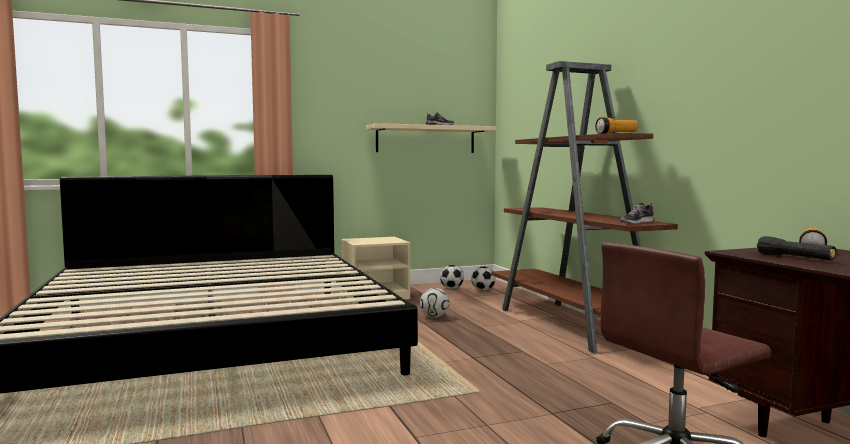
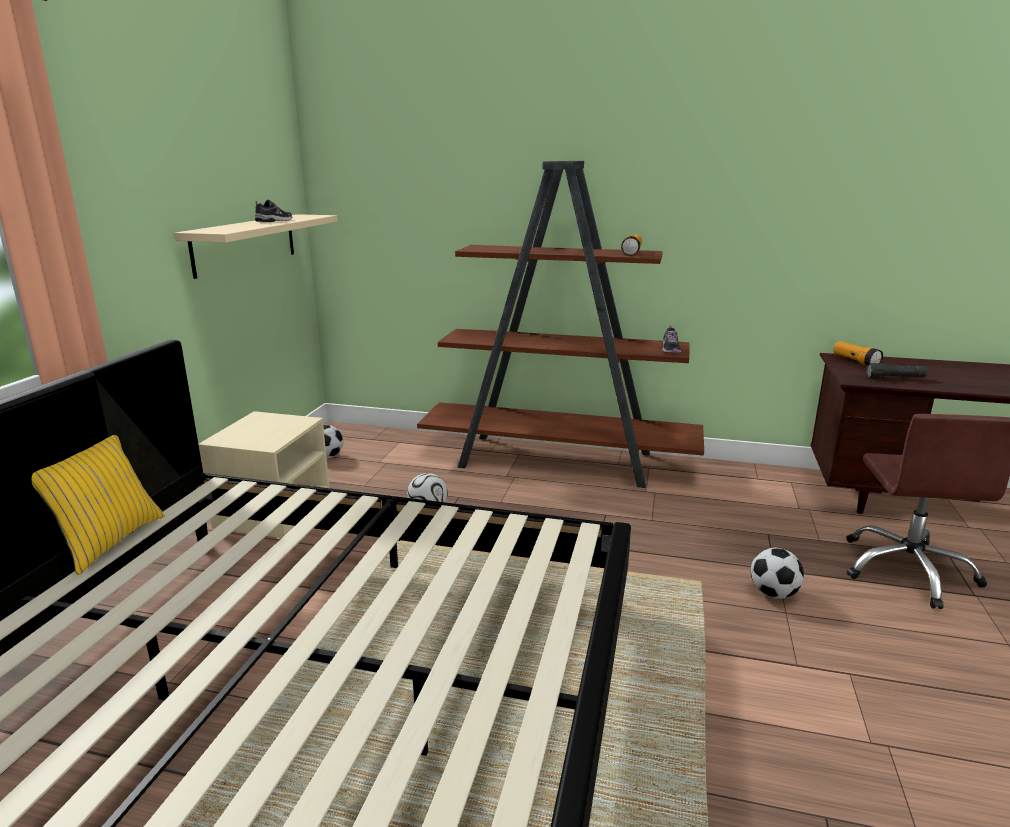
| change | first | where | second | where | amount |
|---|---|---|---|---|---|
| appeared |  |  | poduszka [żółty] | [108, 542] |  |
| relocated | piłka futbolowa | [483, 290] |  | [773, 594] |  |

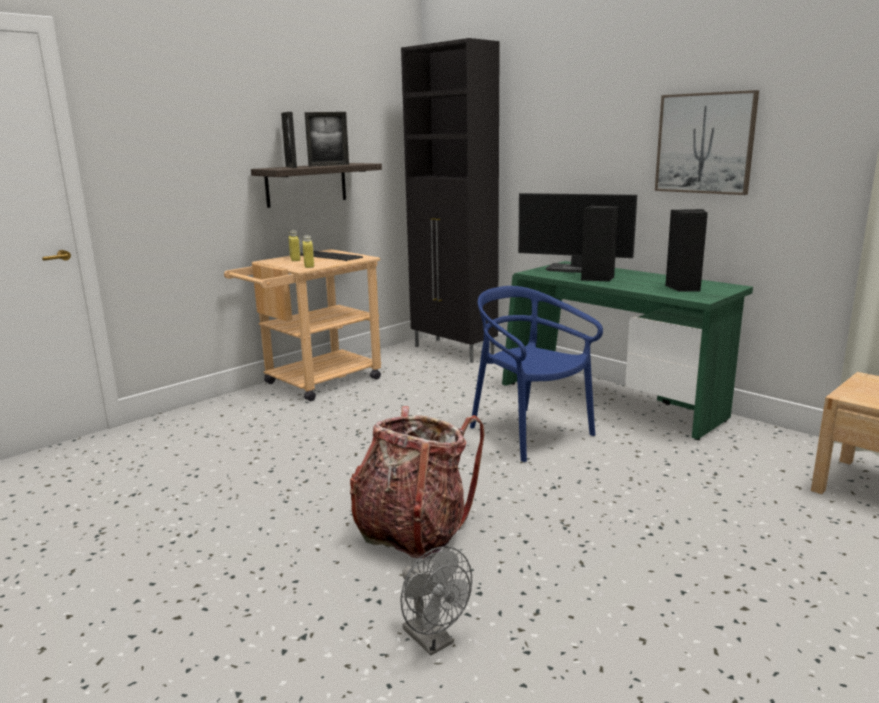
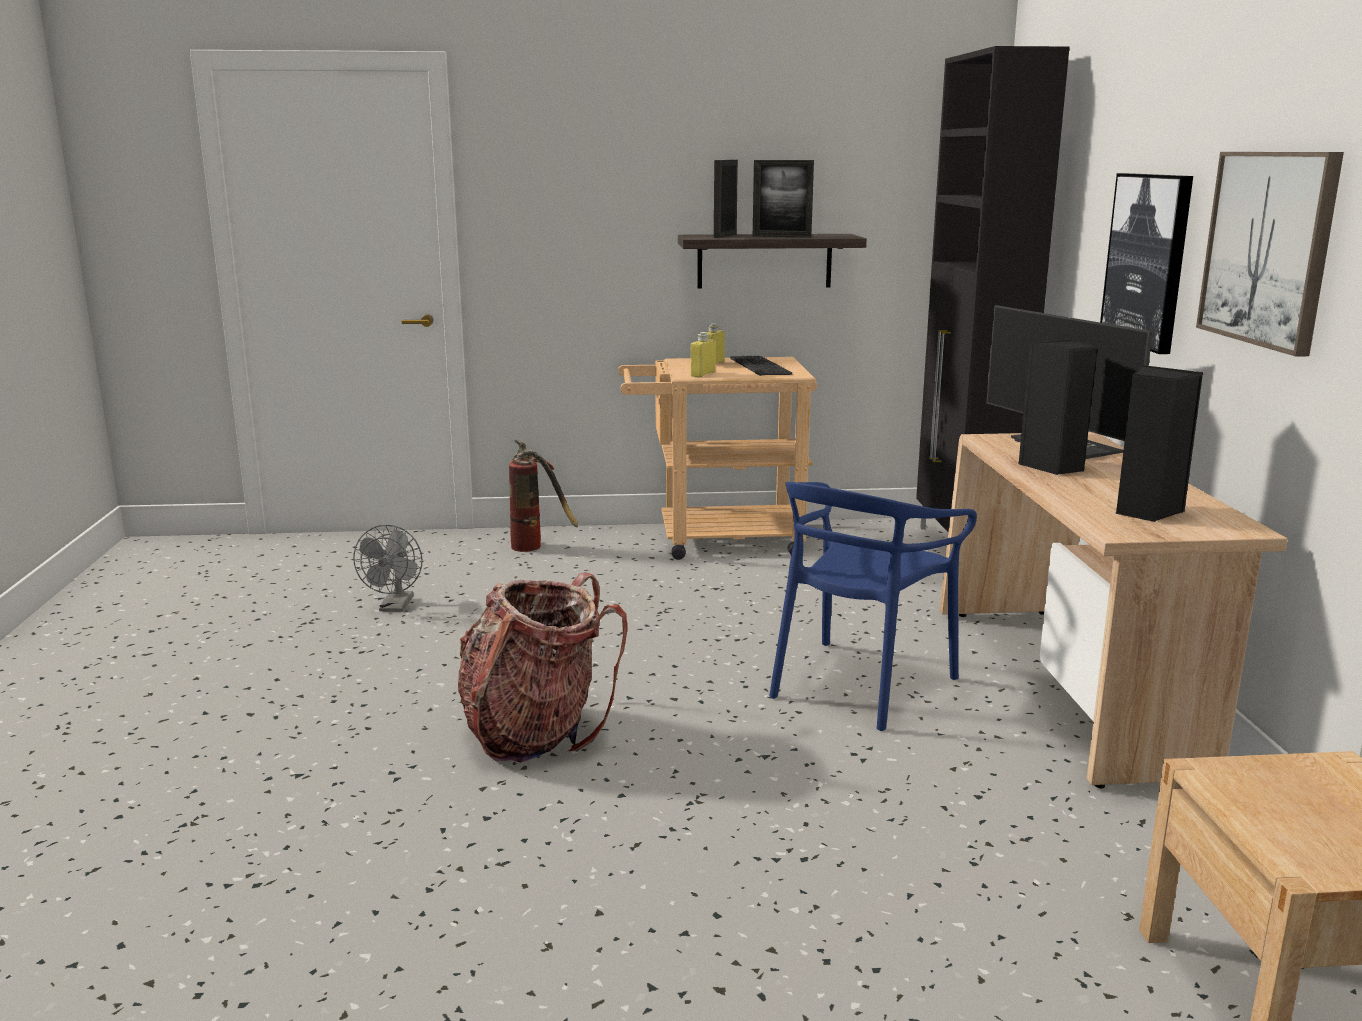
| change | first | where | second | where | amount |
|---|---|---|---|---|---|
| relocated | wentylator [szary] | [433, 641] |  | [395, 607] |  |
| appeared |  |  | gaśnica | [538, 547] |  |
| spun | krzesło [niebieski] | [529, 433] |  | [859, 684] | 150 degrees counterclockwise |
| colour | biurko [zielony] | [612, 401] | biurko [beżowy] | [1068, 687] |  |
| appeared |  |  | obraz | [1148, 260] |  |

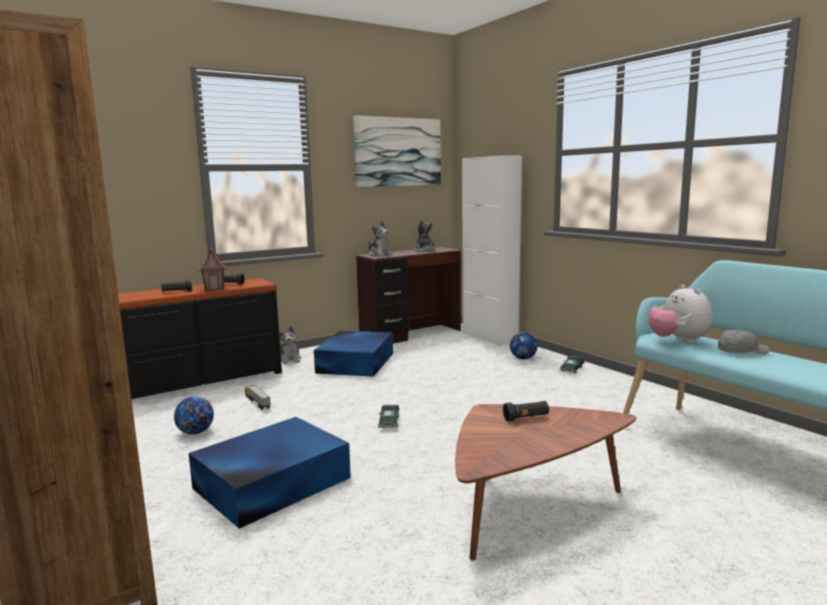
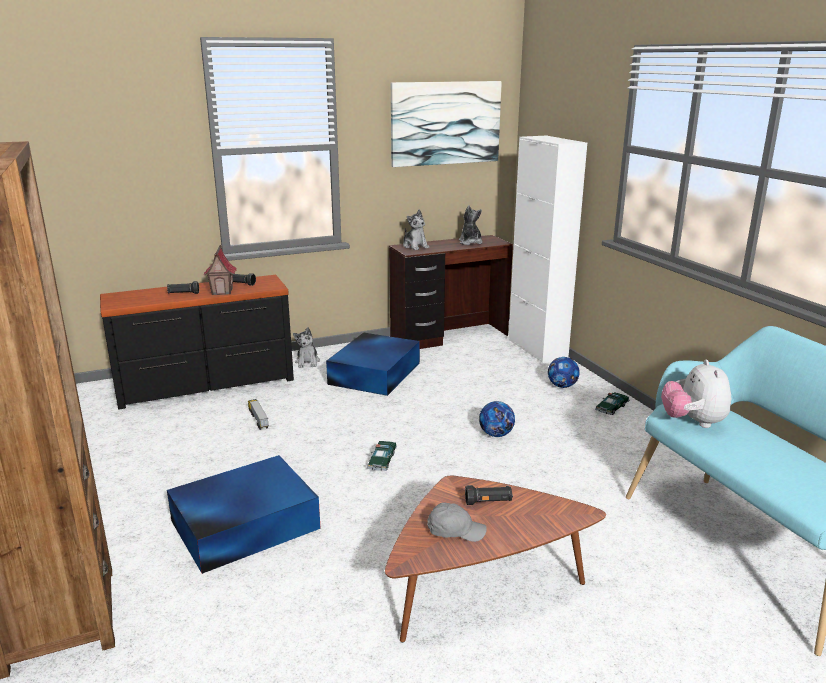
| change | first | where | second | where | amount |
|---|---|---|---|---|---|
| relocated | czapka z daszkiem [szary] | [741, 352] |  | [455, 531] |  |
| relocated | piłka futbolowa | [195, 432] |  | [496, 434] |  |

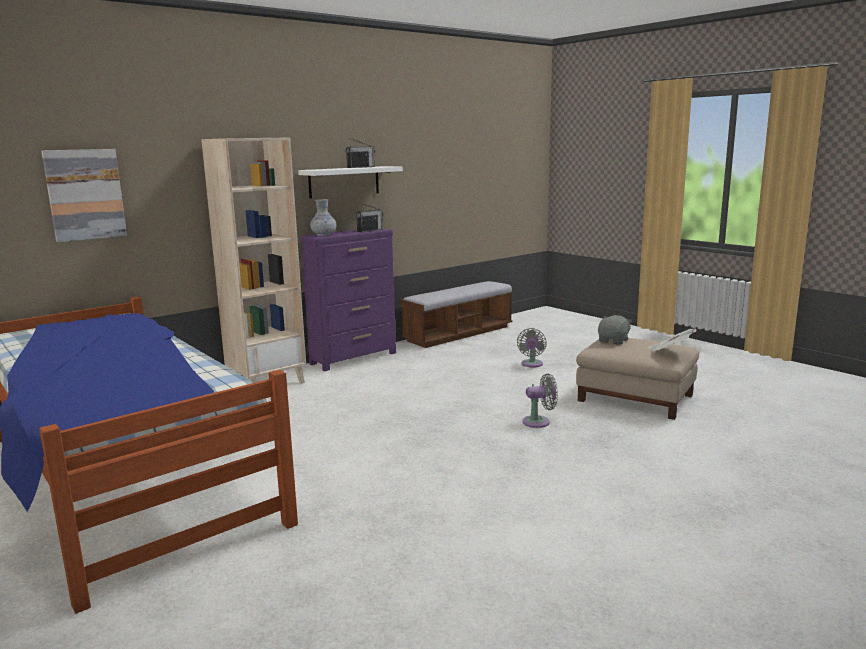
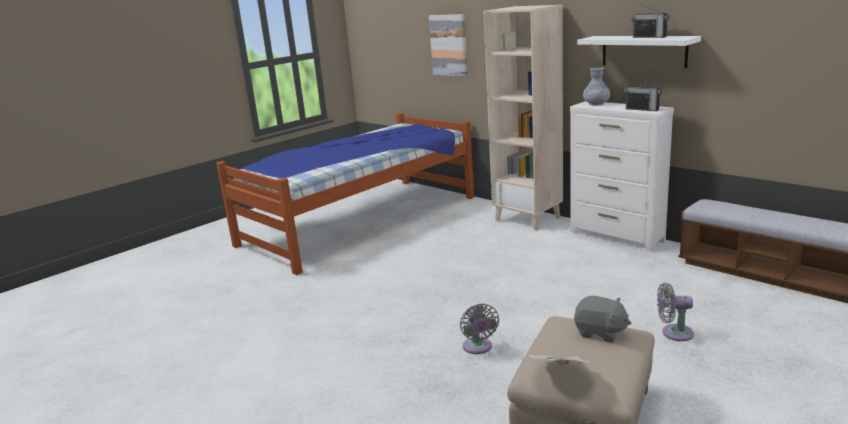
| change | first | where | second | where | amount |
|---|---|---|---|---|---|
| colour | komoda [fioletowy] | [354, 358] | komoda [biały] | [617, 236] |  |

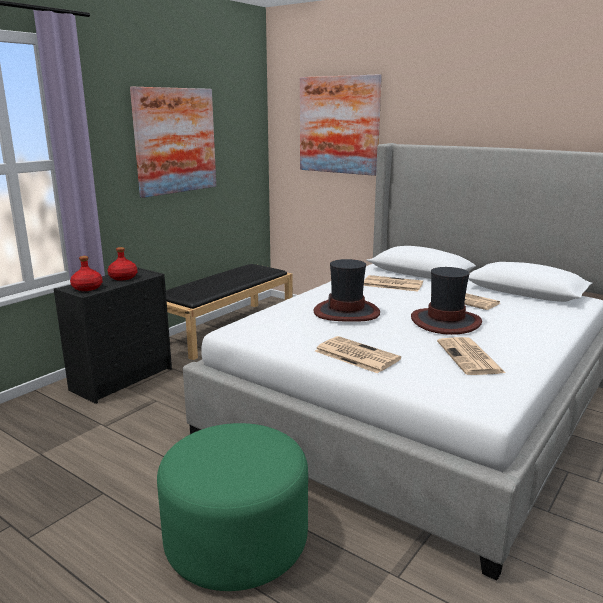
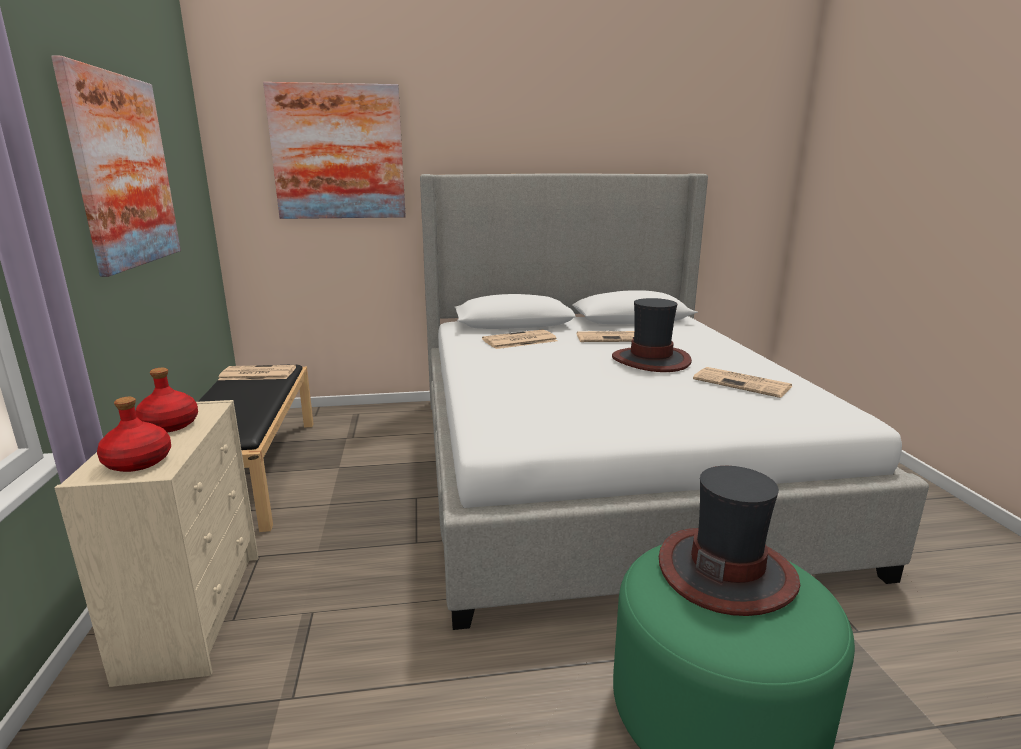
| change | first | where | second | where | amount |
|---|---|---|---|---|---|
| colour | komoda [czarny] | [123, 379] | komoda [beżowy] | [195, 611] |  |
| relocated | gazeta | [355, 355] |  | [256, 374] |  |
| relocated | kapelusz | [347, 312] |  | [726, 571] |  |

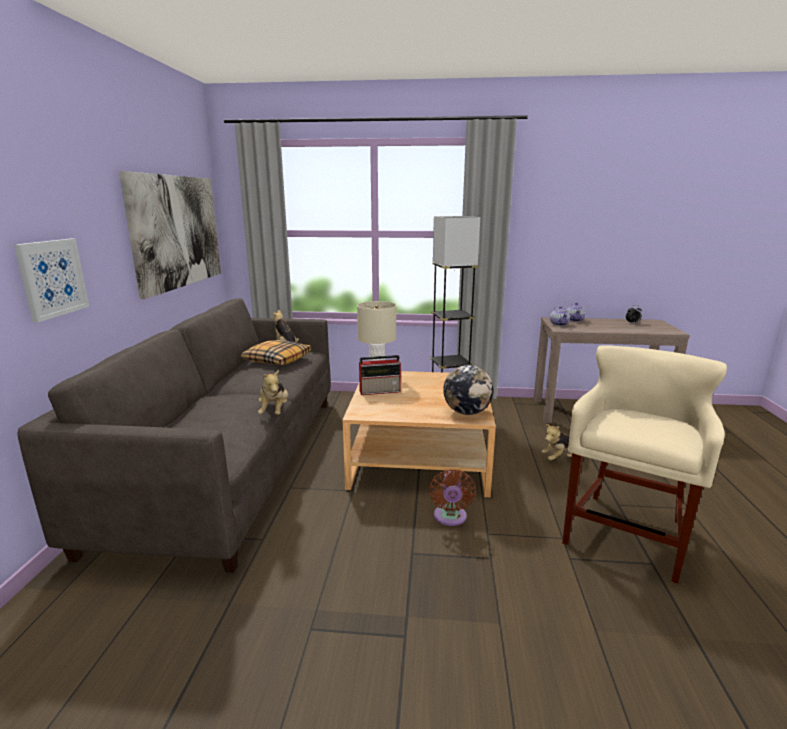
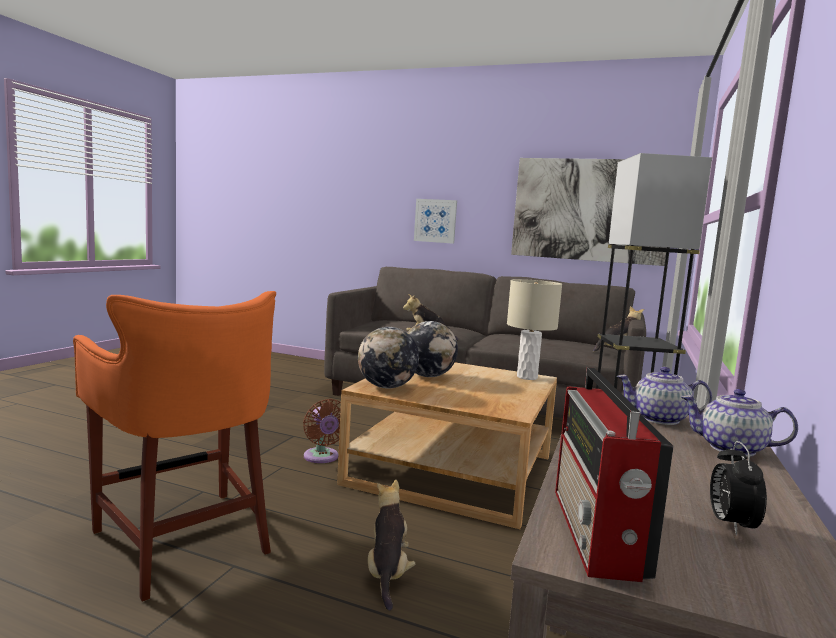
| change | first | where | second | where | amount |
|---|---|---|---|---|---|
| colour | stołek [beżowy] | [625, 535] | stołek [pomarańczowy] | [184, 539] |  |
| spun | wentylator [brązowy] | [450, 518] |  | [322, 458] | 135 degrees counterclockwise |
| appeared |  |  | globus | [428, 376] |  |
| relocated | radio | [380, 391] |  | [596, 533] |  |
| missing | poduszka | [277, 360] |  |  |  |

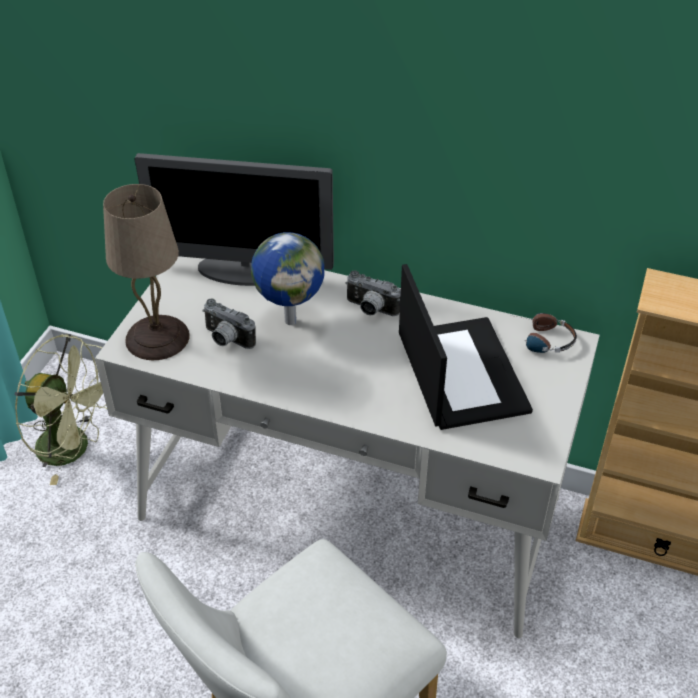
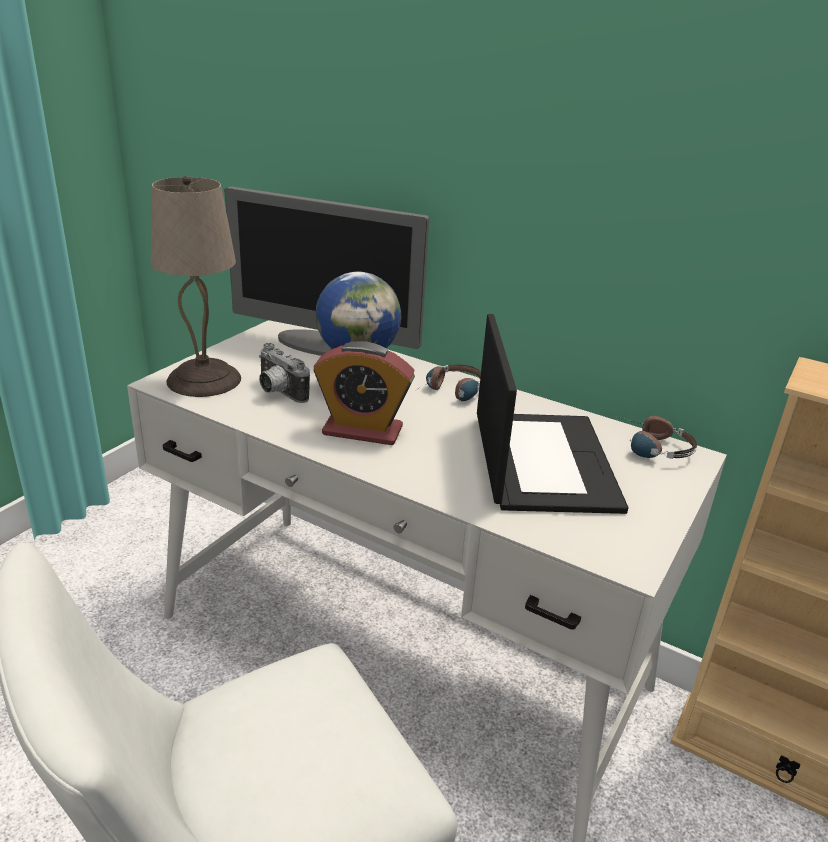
| change | first | where | second | where | amount |
|---|---|---|---|---|---|
| appeared |  |  | budzik | [362, 430] |  |
| exchanged | aparat fotograficzny | [370, 309] | słuchawki | [451, 393] |  |
| missing | wentylator [zielony] | [74, 448] |  |  |  |

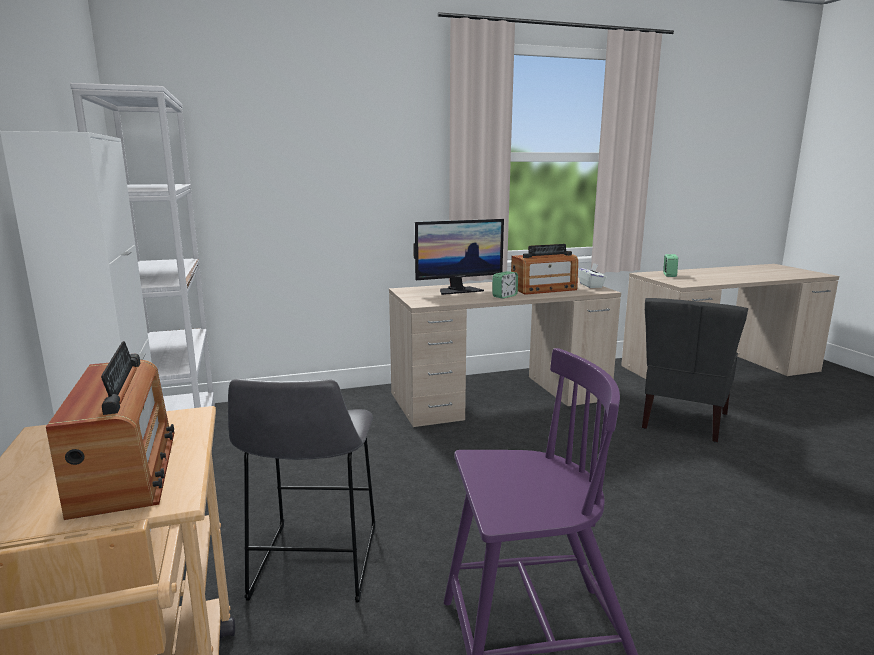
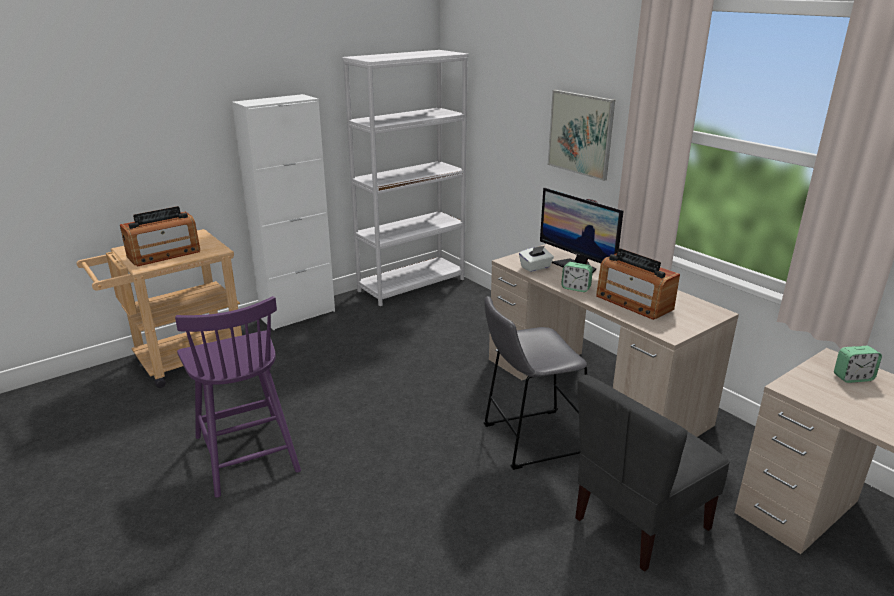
| change | first | where | second | where | amount |
|---|---|---|---|---|---|
| relocated | stołek [szary] | [313, 566] |  | [529, 439] |  |
| relocated | pudełko chusteczek [biały] | [591, 285] |  | [535, 267] |  |
| appeared |  |  | obraz | [580, 134] |  |
| spun | krzesło [szary] | [682, 421] |  | [639, 523] | 45 degrees counterclockwise |

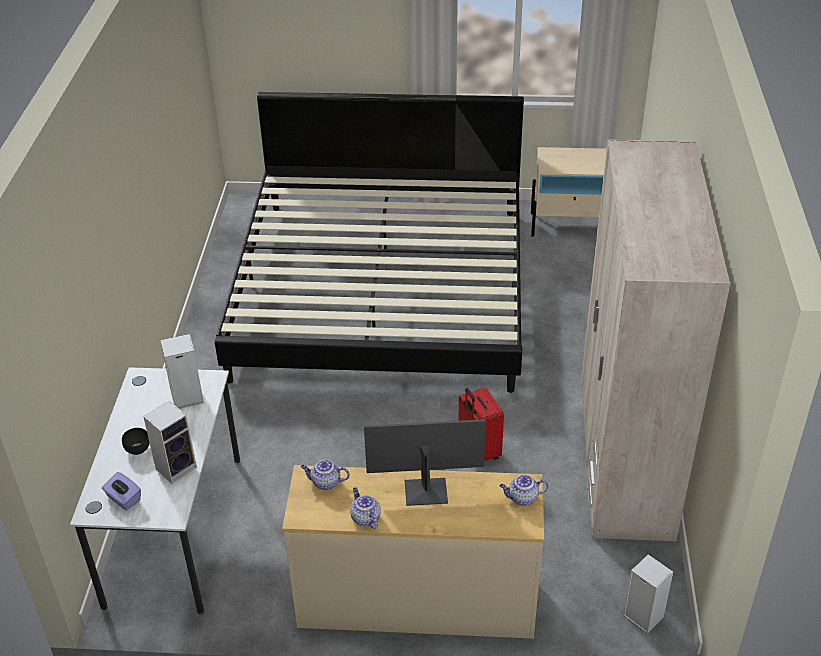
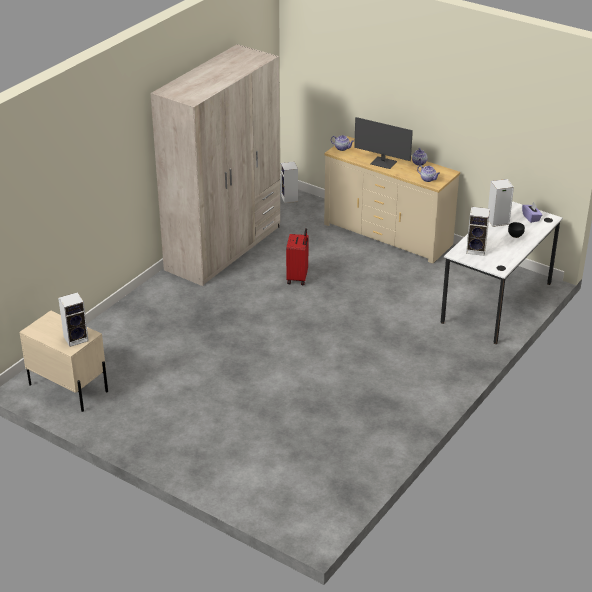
| change | first | where | second | where | amount |
|---|---|---|---|---|---|
| appeared |  |  | głośnik | [76, 338] |  |
| missing | łóżko | [382, 289] |  |  |  |

